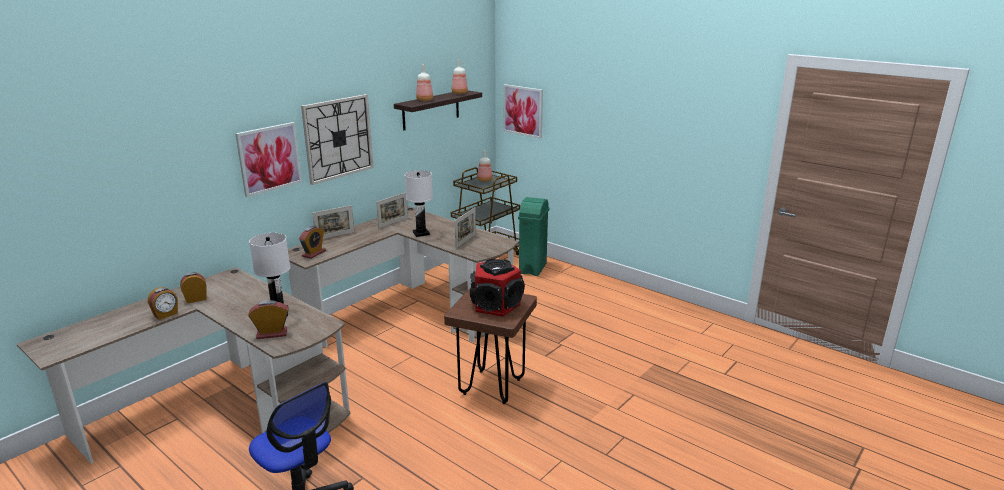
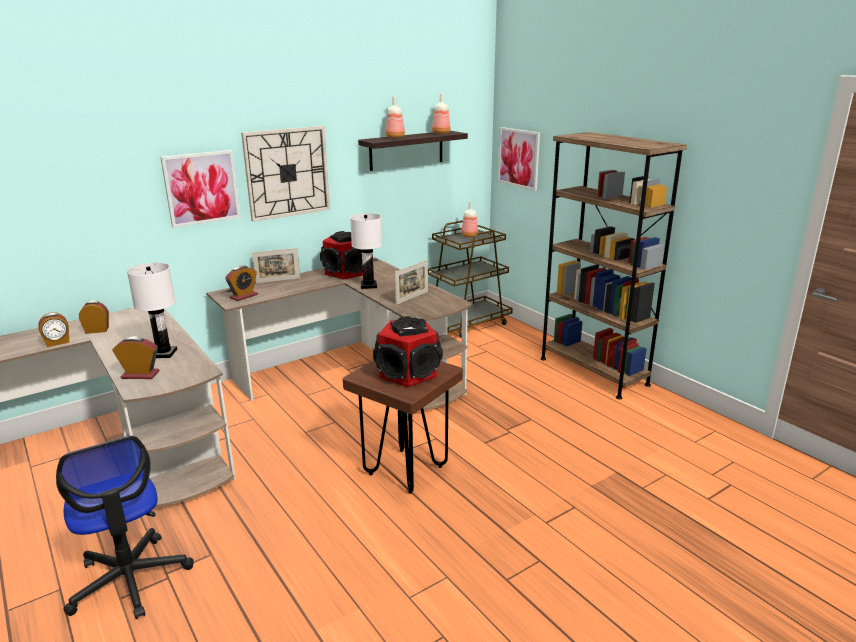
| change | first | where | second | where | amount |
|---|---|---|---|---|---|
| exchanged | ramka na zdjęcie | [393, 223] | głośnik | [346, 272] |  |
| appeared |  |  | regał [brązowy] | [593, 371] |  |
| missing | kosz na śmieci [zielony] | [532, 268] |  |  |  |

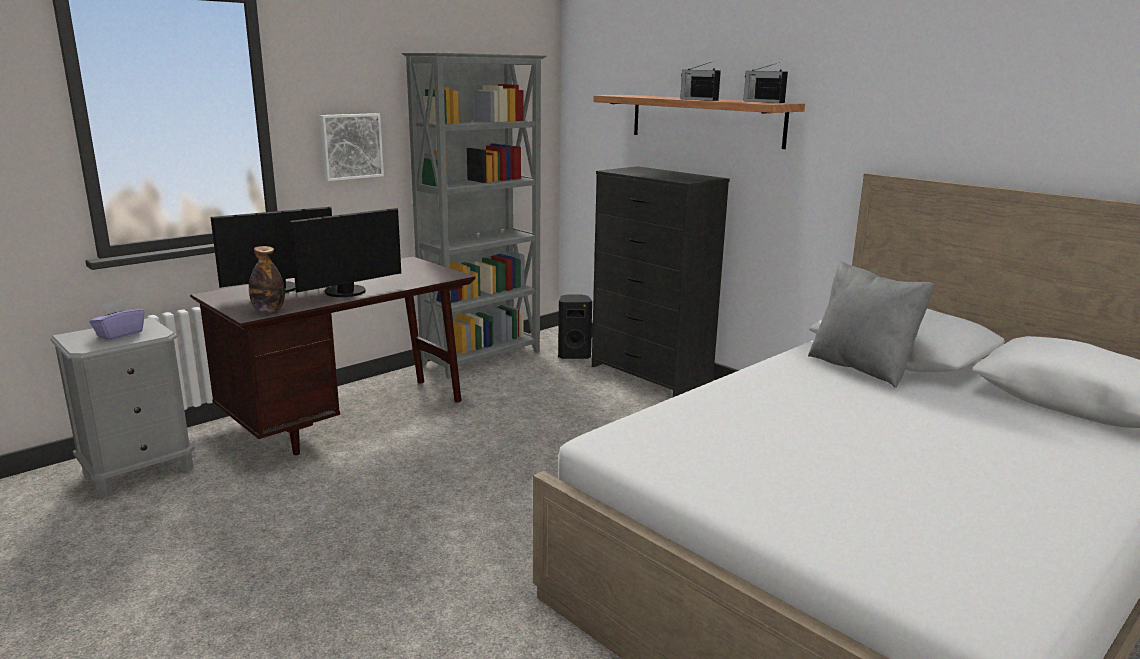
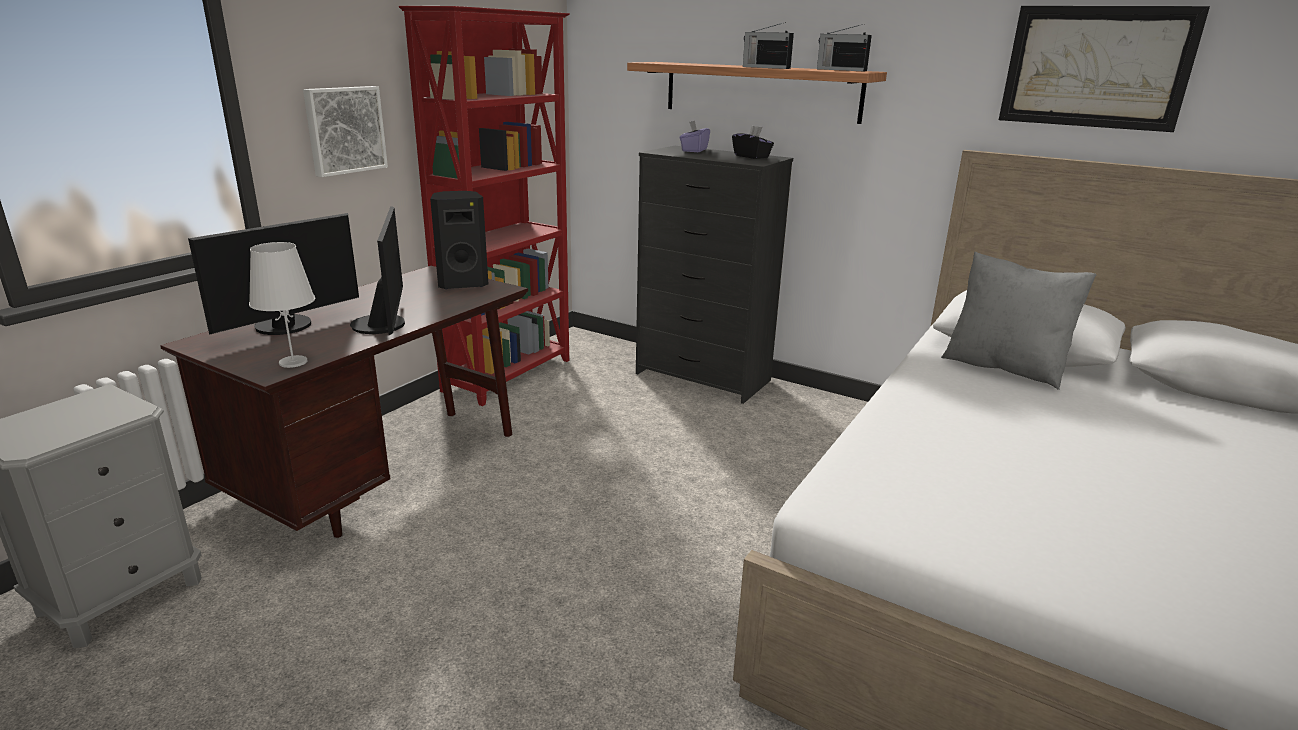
| change | first | where | second | where | amount |
|---|---|---|---|---|---|
| exchanged | butelka | [268, 310] | lampa stołowa [biały] | [293, 362] |  |
| spun | monitor | [348, 292] |  | [385, 324] | 45 degrees counterclockwise |
| colour | regał [szary] | [483, 358] | regał [czerwony] | [509, 375] |  |
| relocated | głośnik [czarny] | [574, 355] |  | [462, 283] |  |
| relocated | pudełko chusteczek [fioletowy] | [120, 334] |  | [694, 150] |  |
| appeared |  |  | pudełko chusteczek [czarny] | [751, 156] |  |
| appeared |  |  | obraz | [1096, 67] |  |

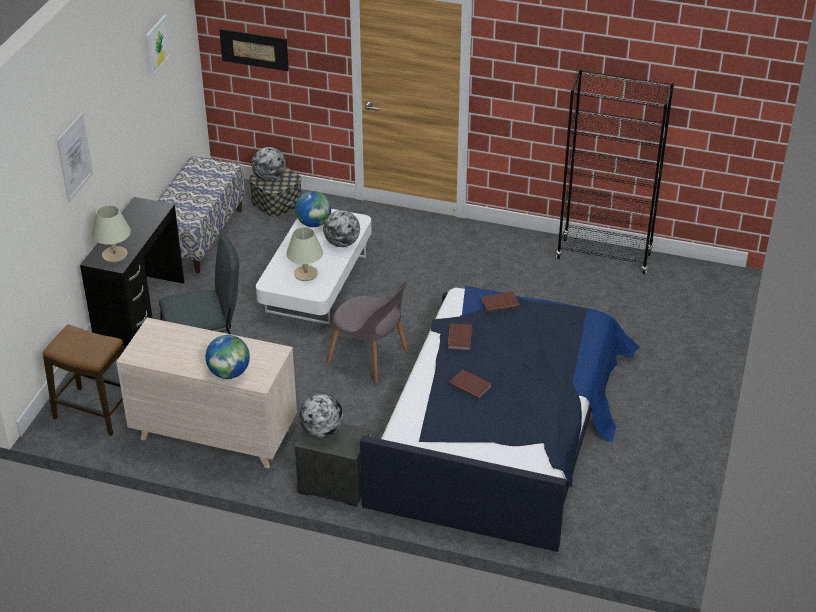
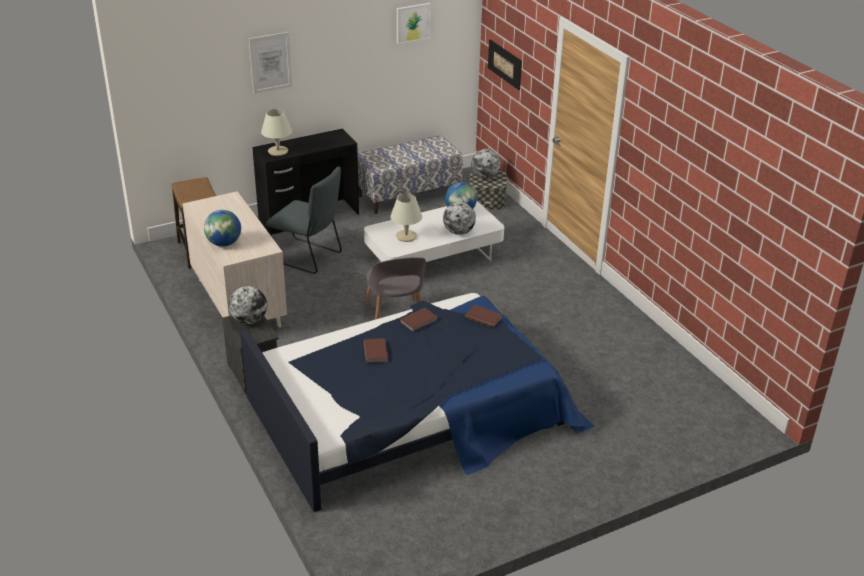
| change | first | where | second | where | amount |
|---|---|---|---|---|---|
| missing | regał [czarny] | [604, 256] |  |  |  |

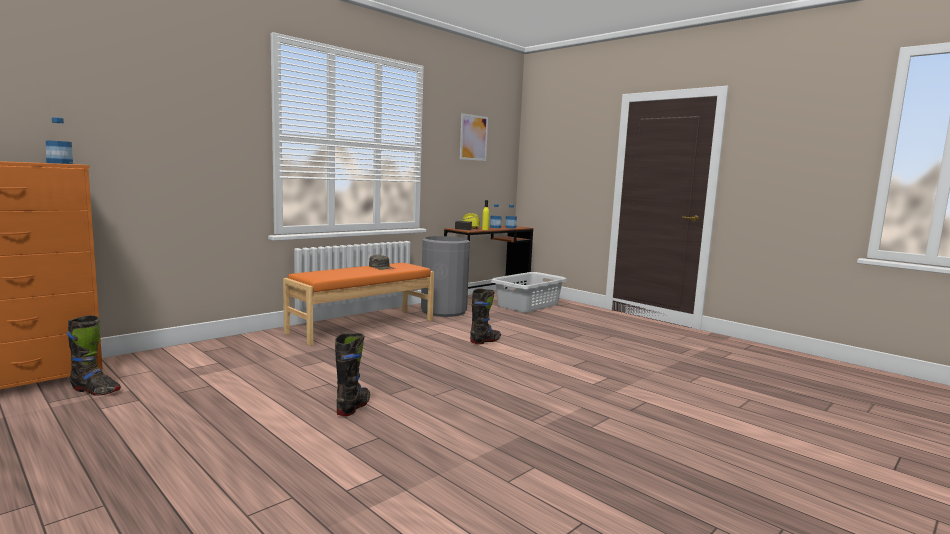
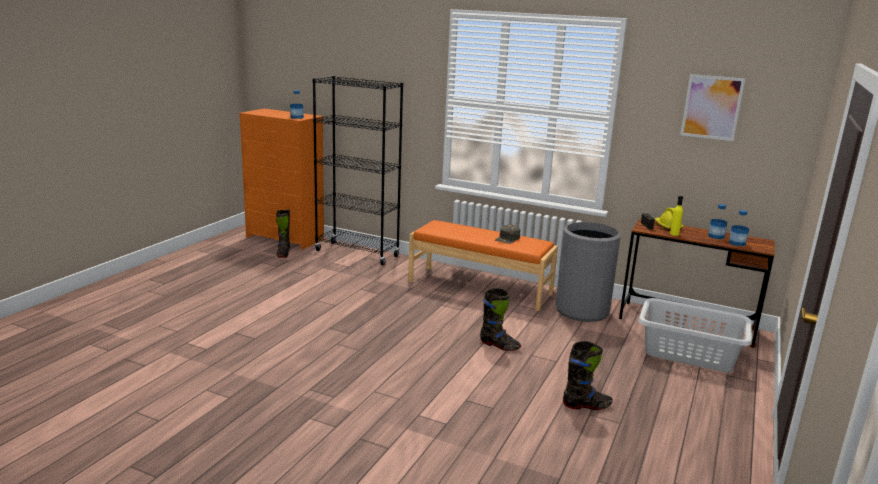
| change | first | where | second | where | amount |
|---|---|---|---|---|---|
| appeared |  |  | regał [czarny] | [357, 253] |  |
| relocated | but z cholewką [czarny] | [353, 407] |  | [587, 405] |  |

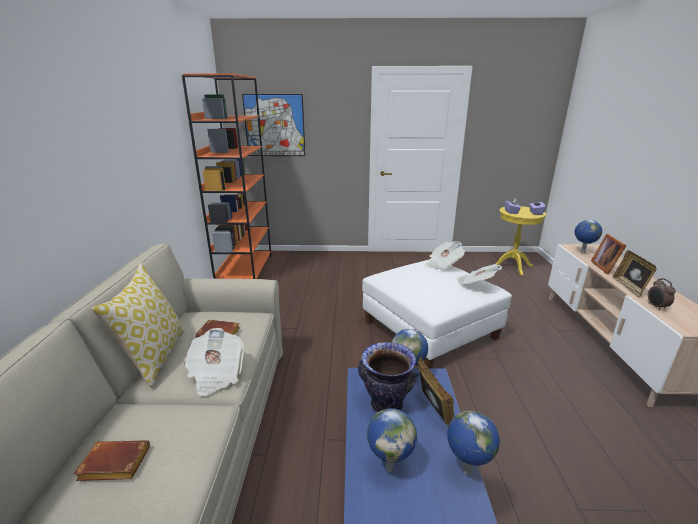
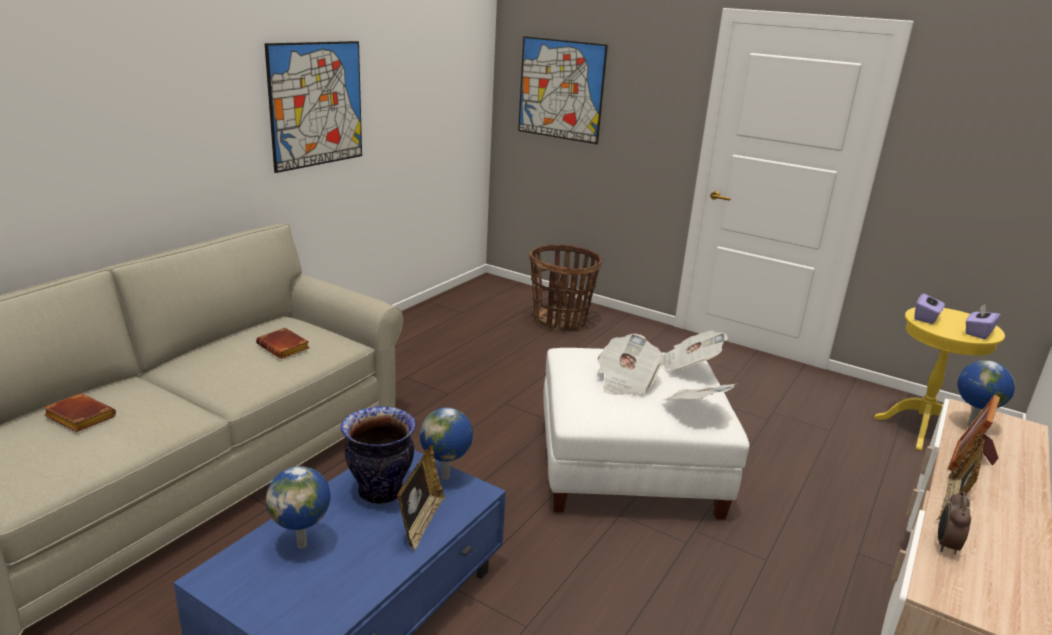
| change | first | where | second | where | amount |
|---|---|---|---|---|---|
| appeared |  |  | obraz | [317, 104] |  |
| appeared |  |  | koszyk | [560, 321] |  |
| relocated | gazeta | [216, 374] |  | [625, 381] |  |
| missing | poduszka | [154, 357] |  |  |  |
| missing | regał [pomarańczowy] | [245, 270] |  |  |  |
| missing | globus | [466, 471] |  |  |  |

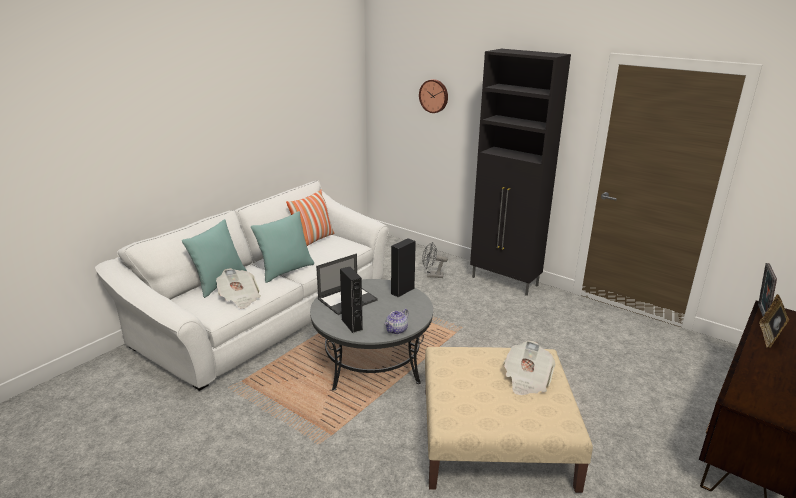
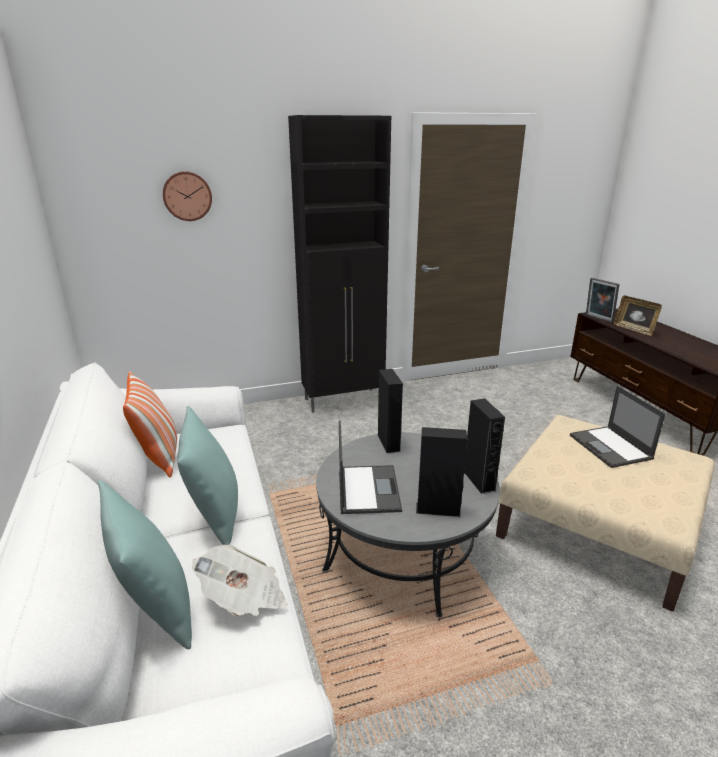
| change | first | where | second | where | amount |
|---|---|---|---|---|---|
| exchanged | imbryk | [396, 330] | głośnik [czarny] | [479, 480] |  |
| exchanged | gazeta | [526, 380] | laptop | [611, 447] |  |
| missing | wentylator [szary] | [432, 275] |  |  |  |

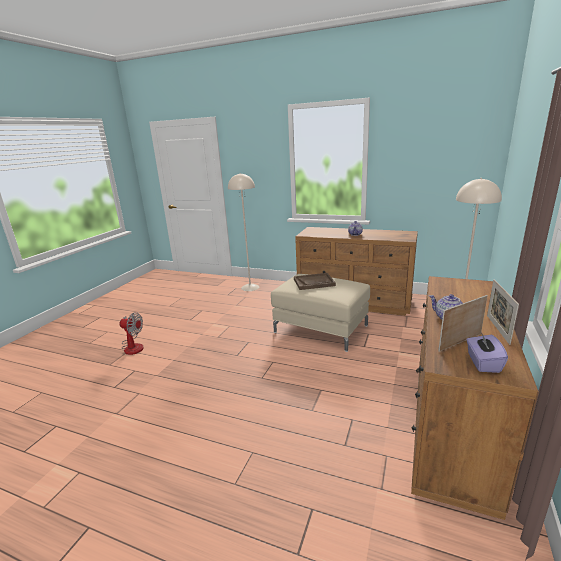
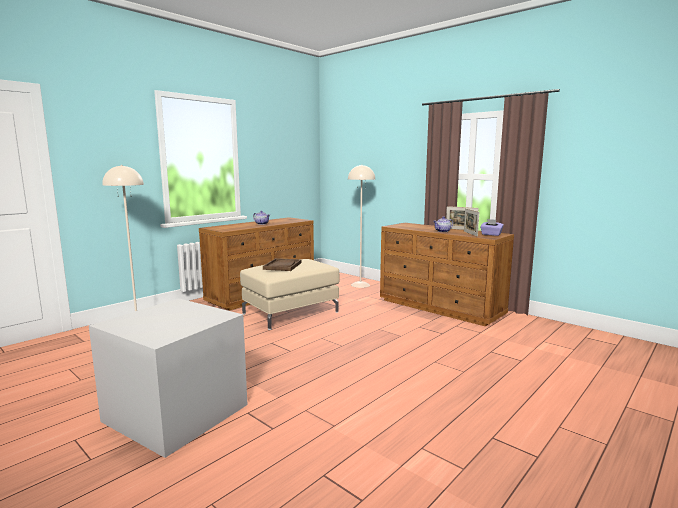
| change | first | where | second | where | amount |
|---|---|---|---|---|---|
| exchanged | wentylator | [133, 346] | pojemnik do przechowywania [szary] | [174, 413] |  |

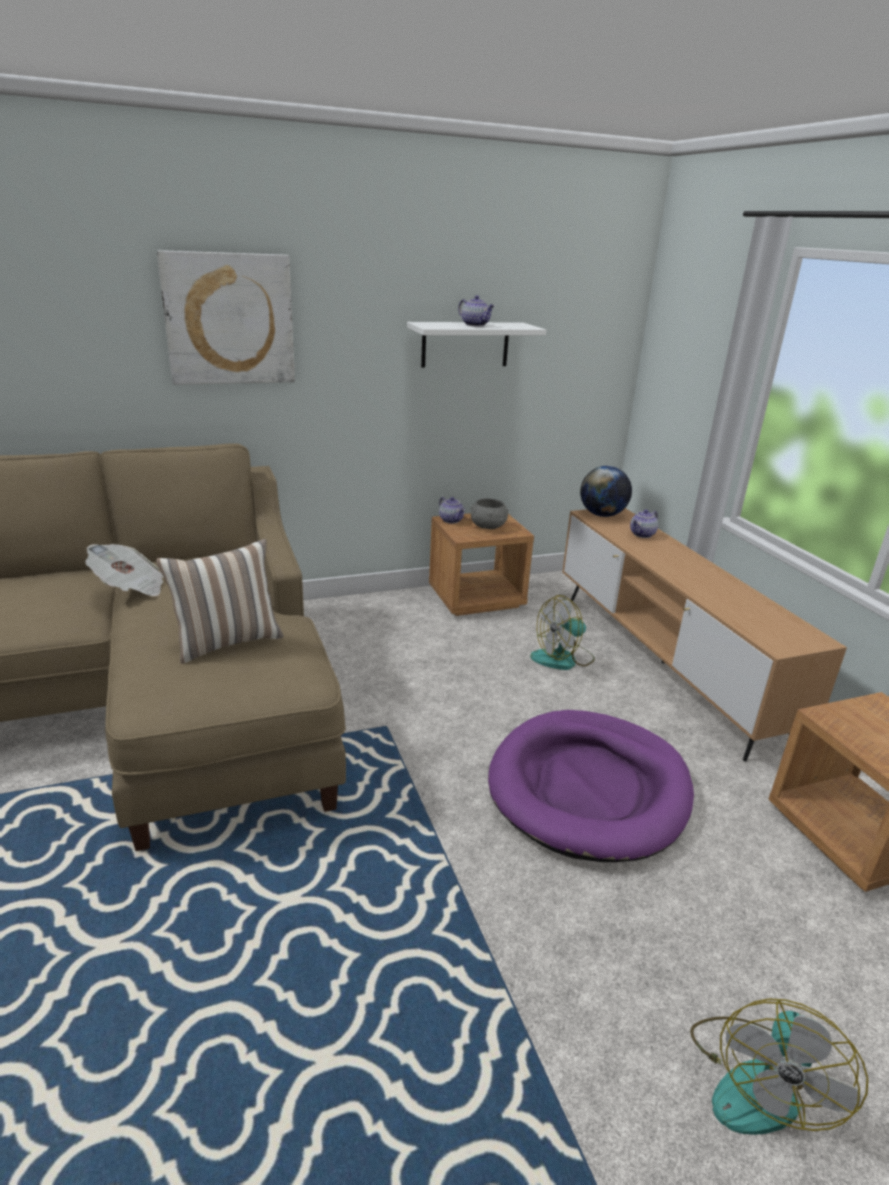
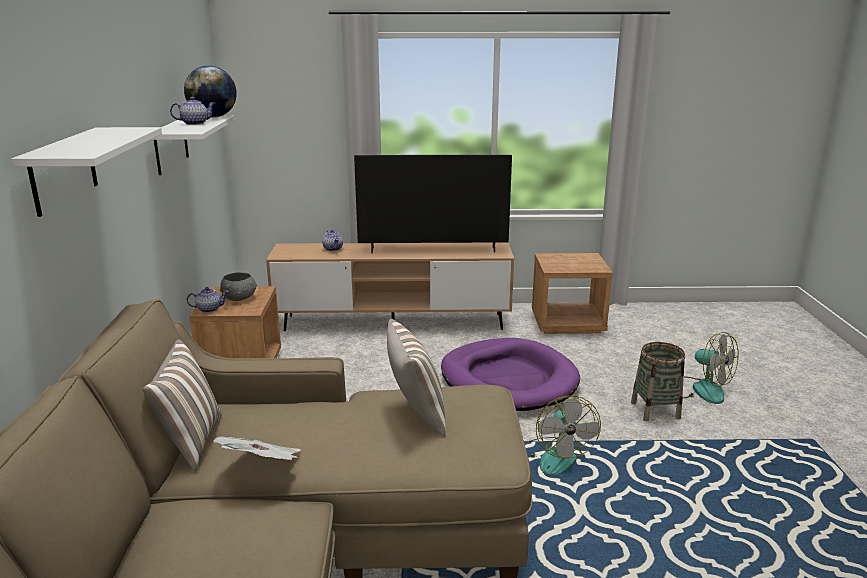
| change | first | where | second | where | amount |
|---|---|---|---|---|---|
| exchanged | obraz | [229, 319] | półka [biały] | [63, 170] |  |
| appeared |  |  | poduszka | [190, 442] |  |
| relocated | globus | [602, 515] |  | [213, 117] |  |
| appeared |  |  | telewizor | [433, 250] |  |
| relocated | wentylator | [563, 658] |  | [554, 456] |  |
| appeared |  |  | koszyk | [655, 410] |  |

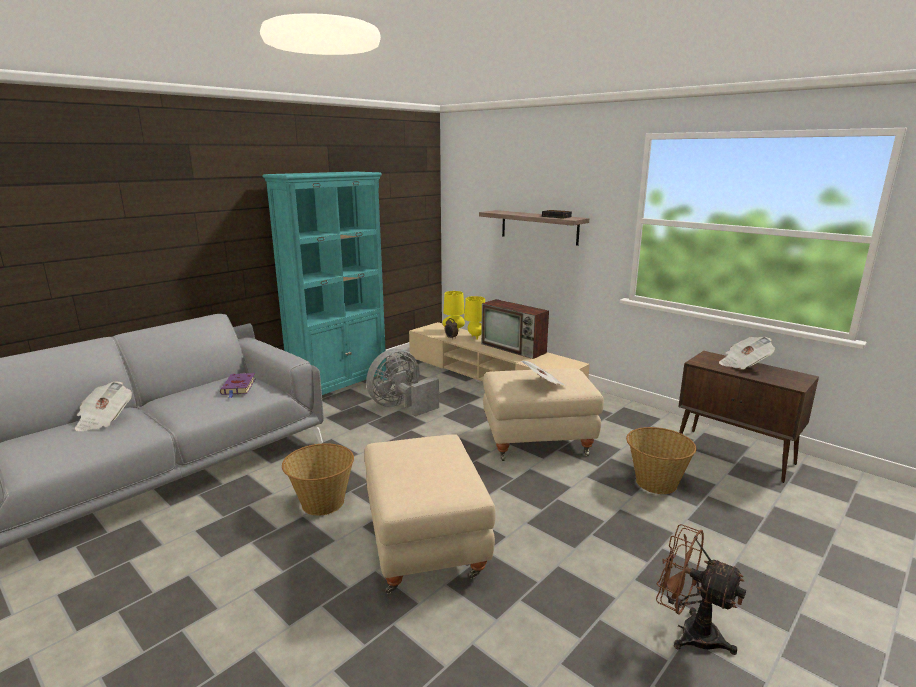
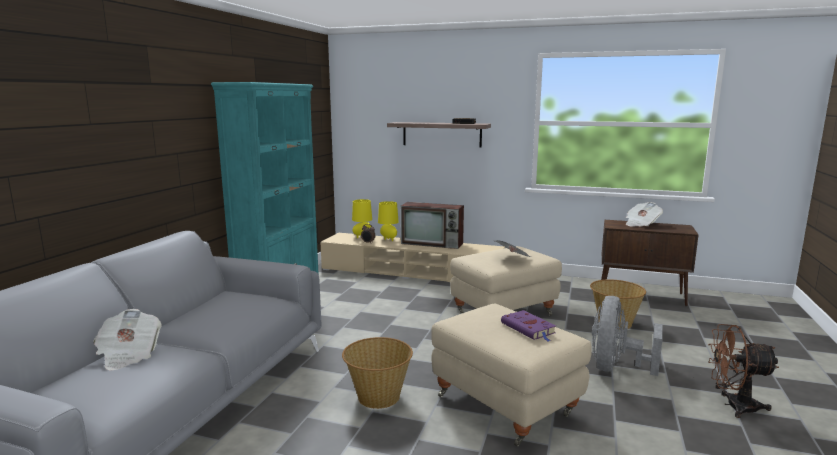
| change | first | where | second | where | amount |
|---|---|---|---|---|---|
| relocated | książka [fioletowy] | [238, 387] |  | [529, 329] |  |
| relocated | wentylator [szary] | [401, 406] |  | [616, 368] |  |

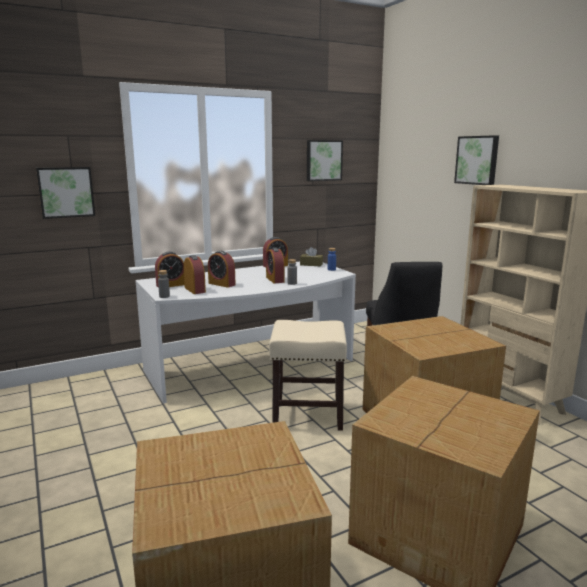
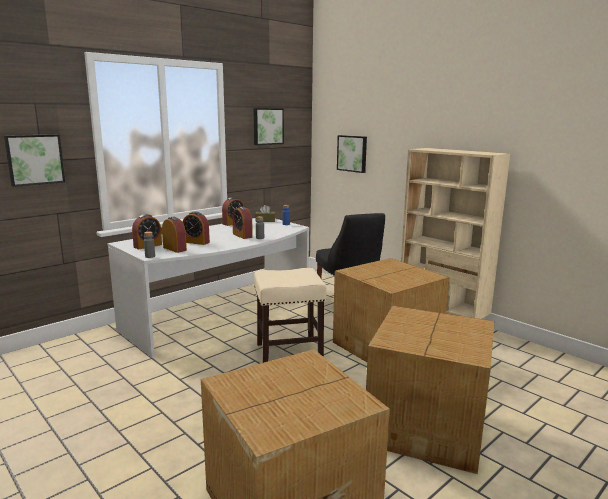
| change | first | where | second | where | amount |
|---|---|---|---|---|---|
| relocated | obraz | [477, 160] |  | [352, 153] |  |

